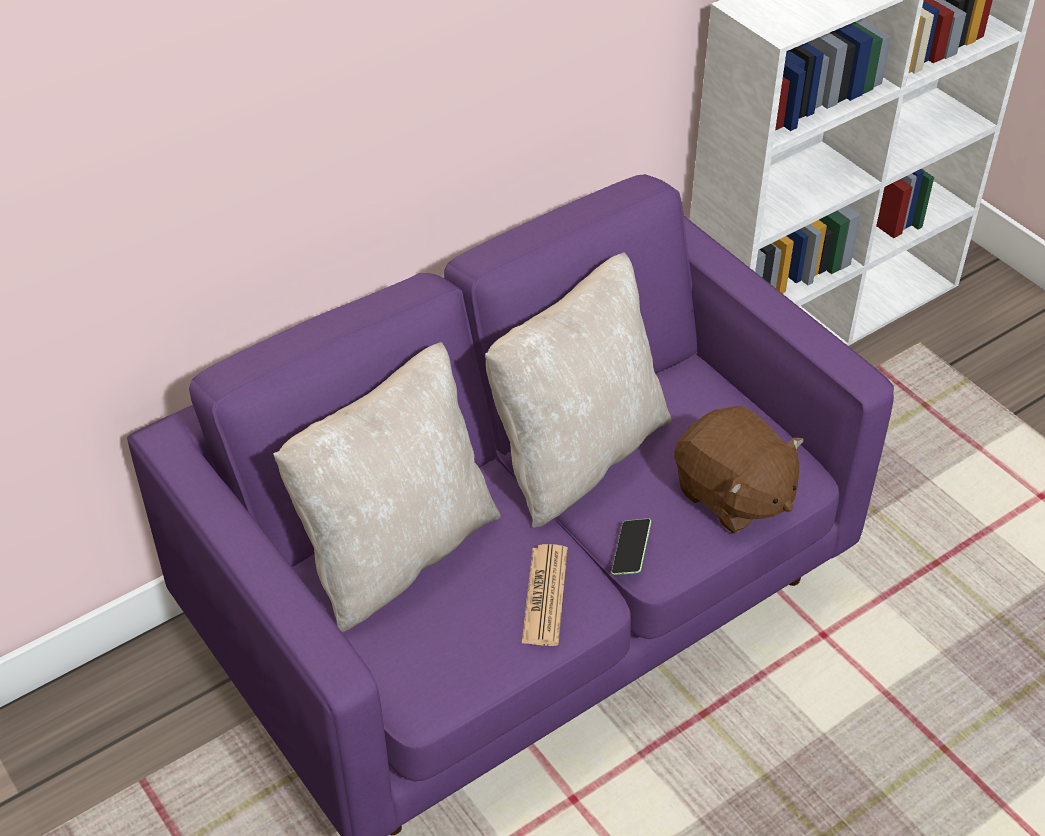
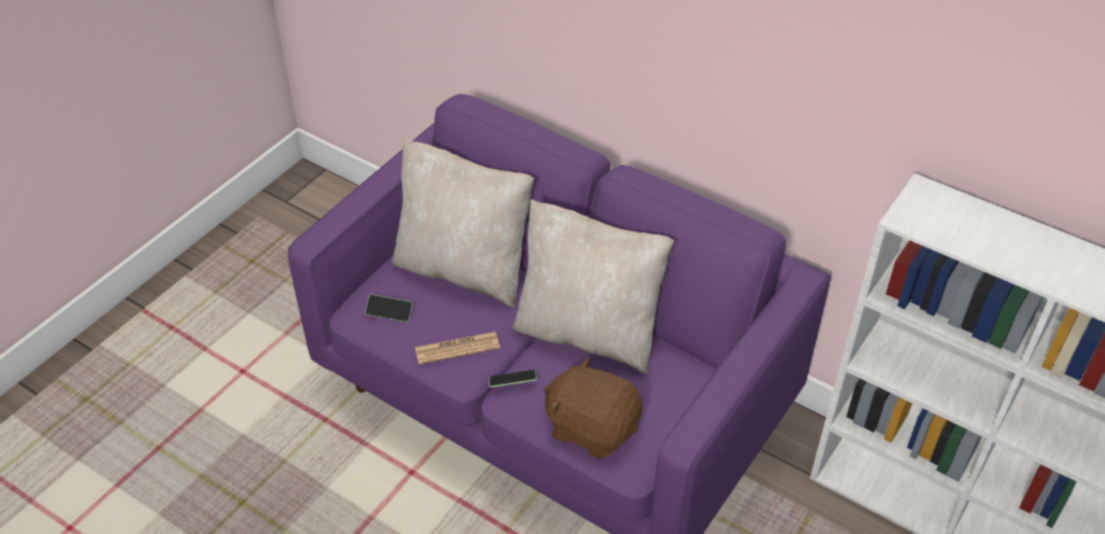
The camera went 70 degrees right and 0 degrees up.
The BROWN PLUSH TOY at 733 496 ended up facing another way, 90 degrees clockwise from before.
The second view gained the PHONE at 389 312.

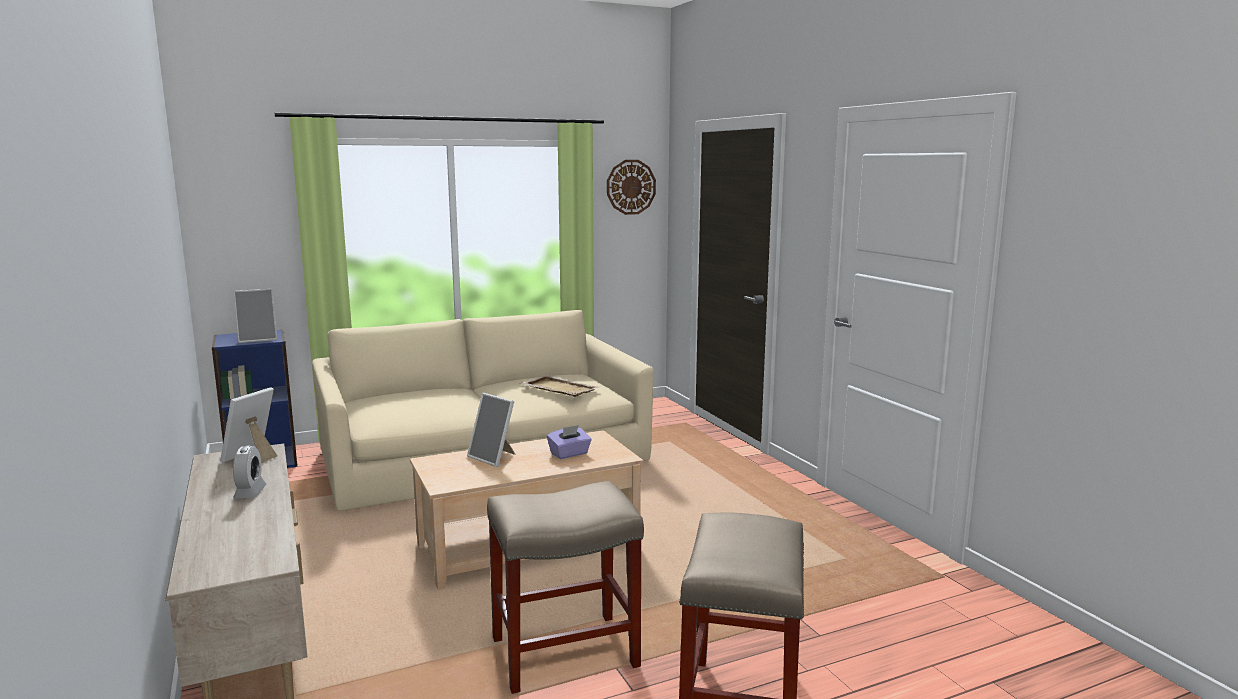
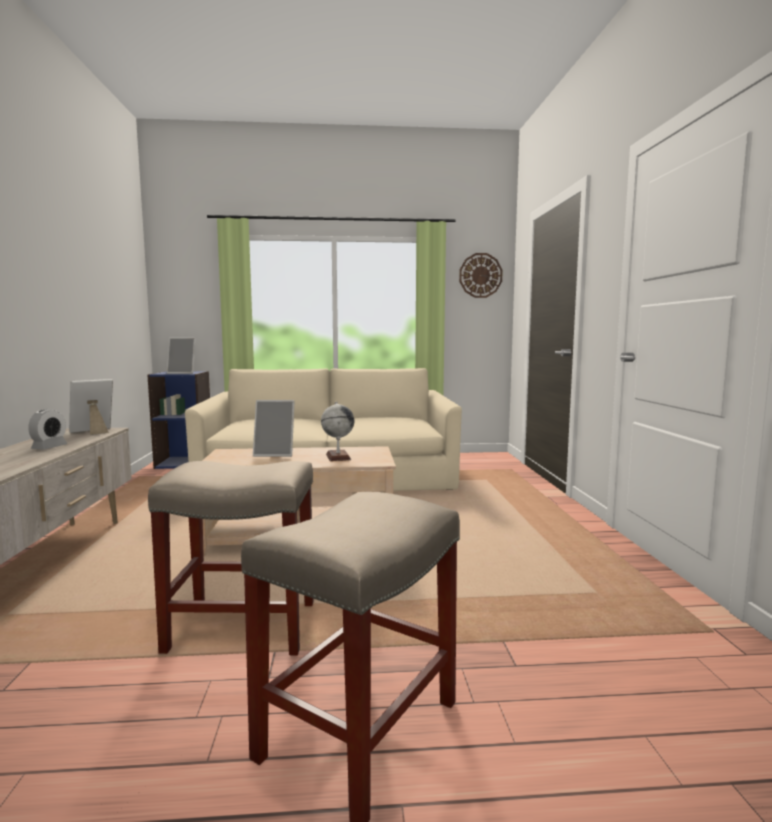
The camera went 20 degrees right and 5 degrees down.
The second view lost the BEIGE TRAY at 559 388.
The PICTURE FRAME at 494 458 ended up facing another way, 60 degrees counterclockwise from before.
Where the PURPLE TISSUE BOX stood at 569 454, the GLOBE came to stand at 338 457.

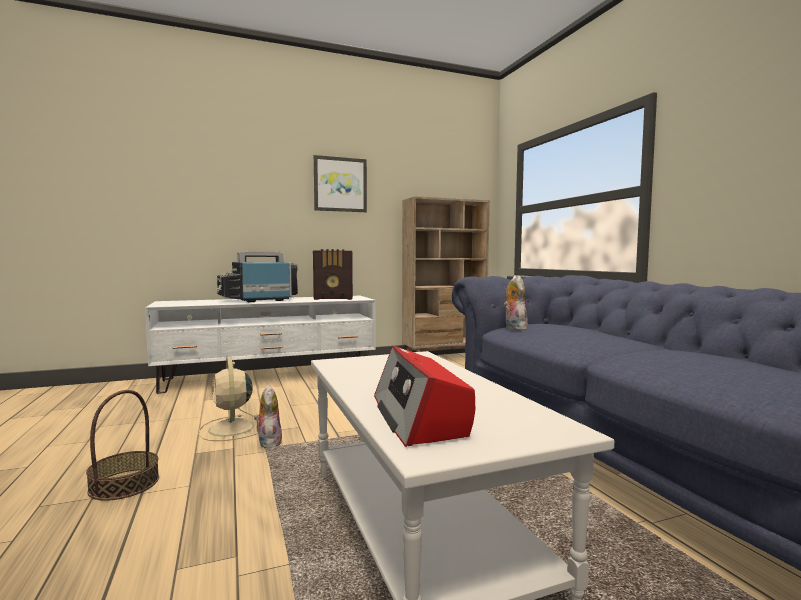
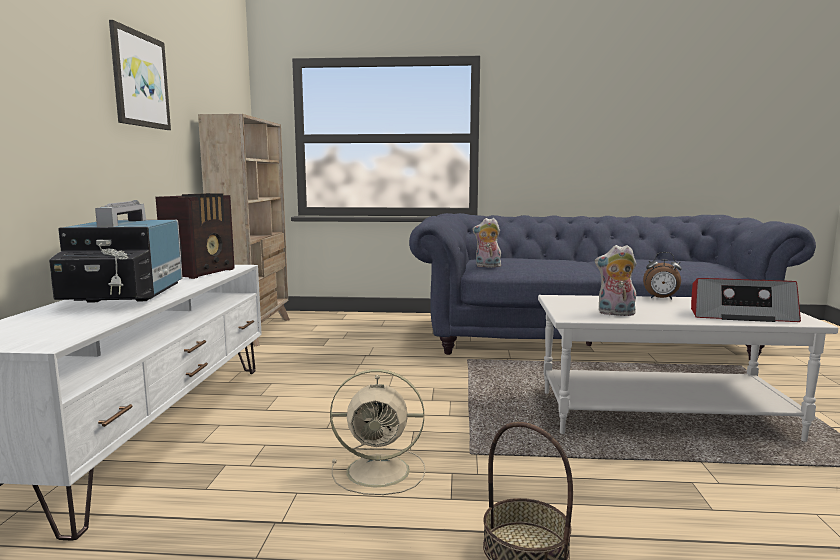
The camera went 65 degrees left and 5 degrees up.
The PLUSH TOY ended up elsewhere, having gone from 268 442 to 615 314.
The second view gained the ALARM CLOCK at 661 298.

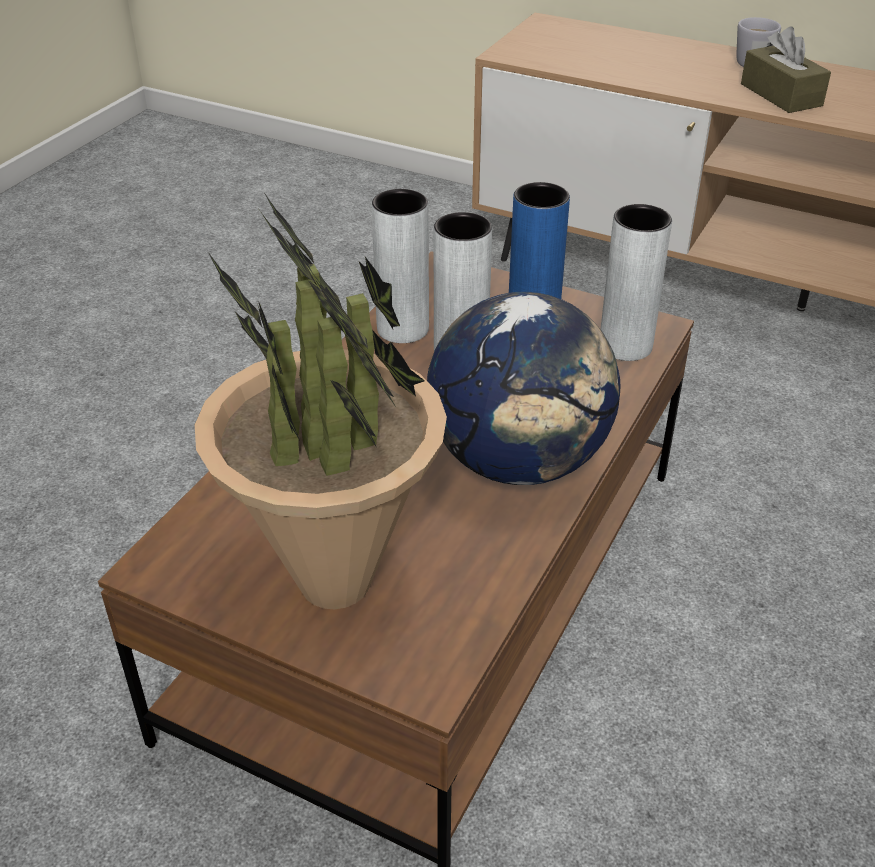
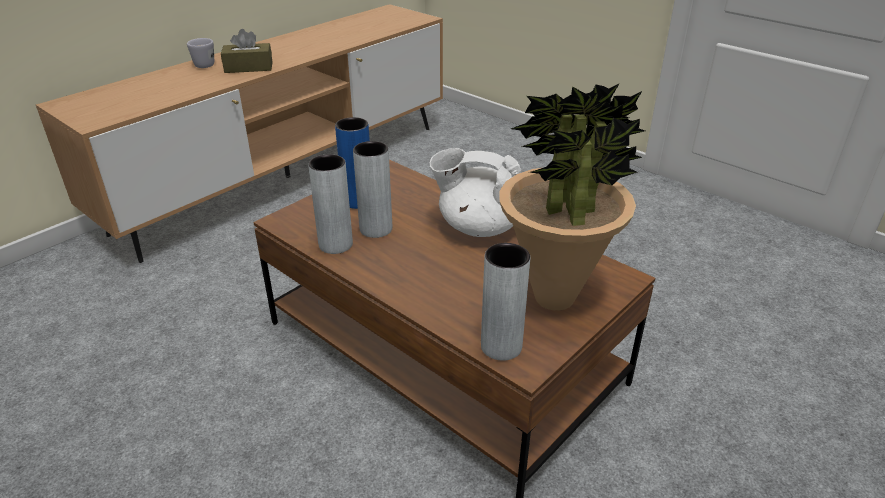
The camera went 75 degrees left and 5 degrees down.
The GREY VASE ended up elsewhere, having gone from 625 346 to 501 346.
Where the GLOBE stood at 519 461, the WHITE TEAPOT came to stand at 478 227.

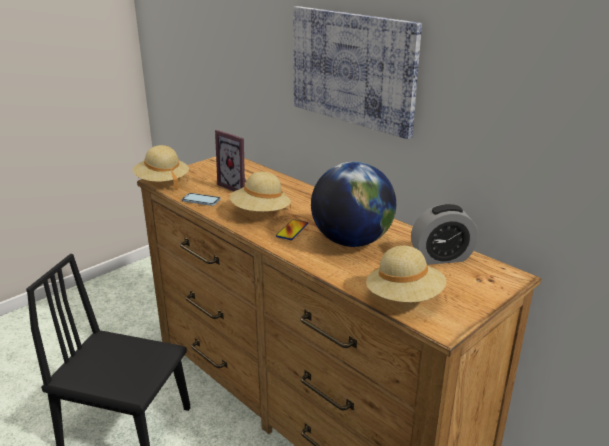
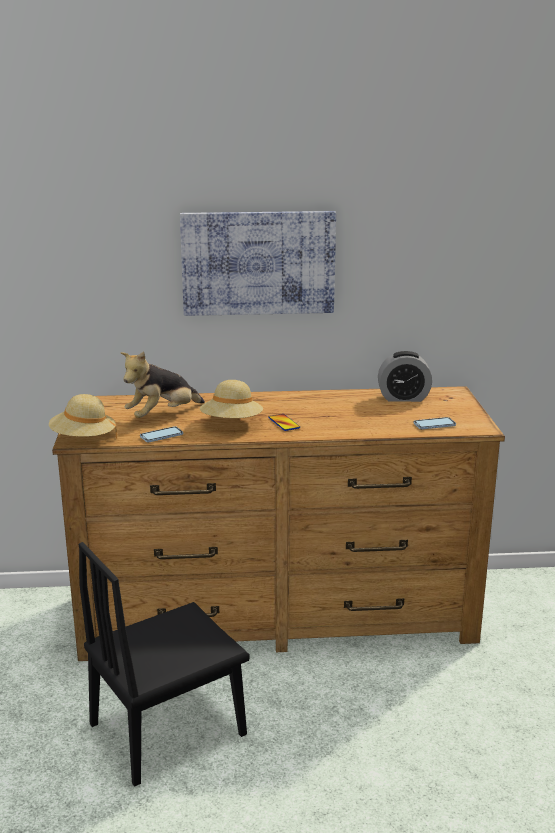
The camera went 50 degrees left and 5 degrees down.
Where the PICTURE FRAME stood at 238 186, the PLUSH TOY came to stand at 162 415.
The second view lost the GLOBE at 351 241.
The ALARM CLOCK at 441 257 ended up facing another way, 60 degrees clockwise from before.
Where the BEIGE HAT stood at 404 297, the PHONE came to stand at 434 425.

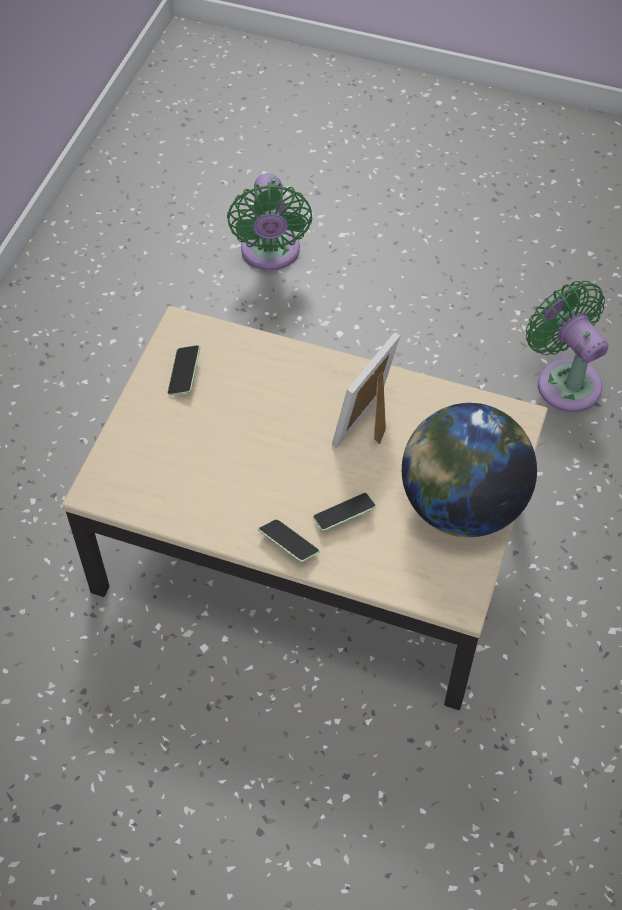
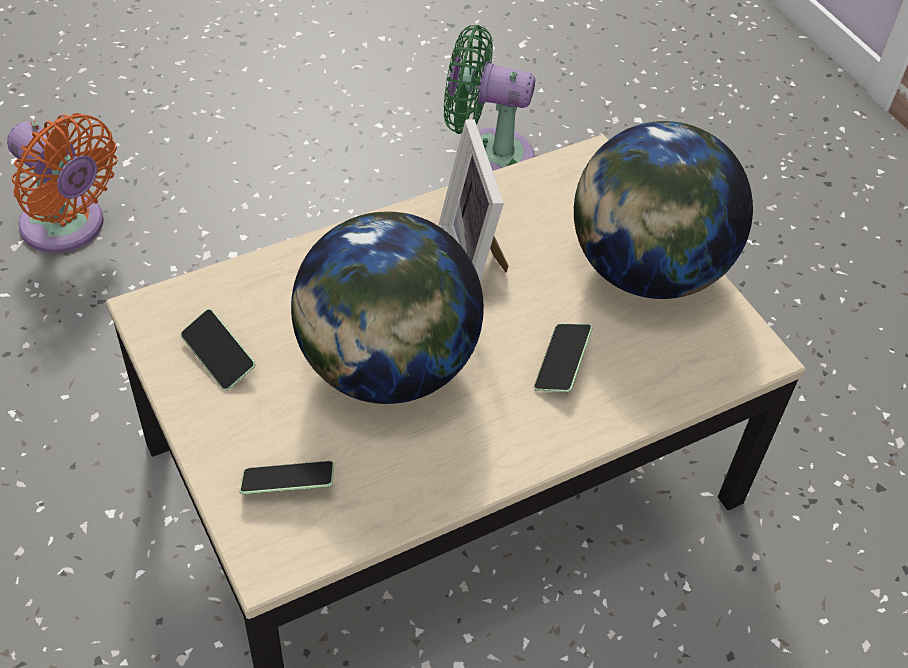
The camera went 50 degrees left and 5 degrees down.
What was the GREEN FAN at 270 254 turned into the ORANGE FAN at 68 228.
The PHONE ended up elsewhere, having gone from 288 545 to 288 485.
The second view gained the GLOBE at 386 367.

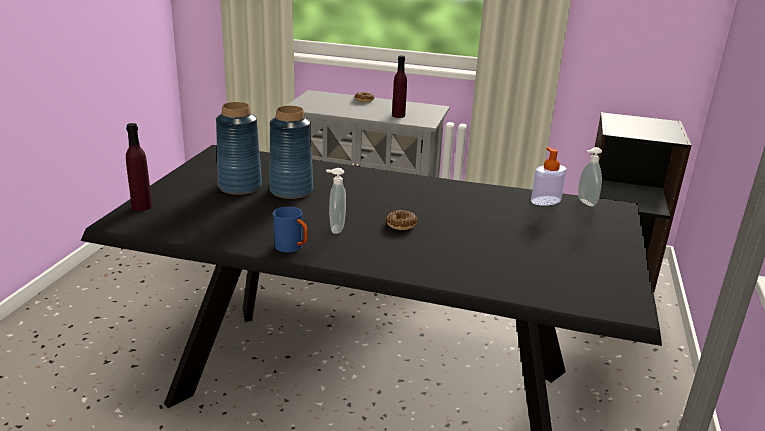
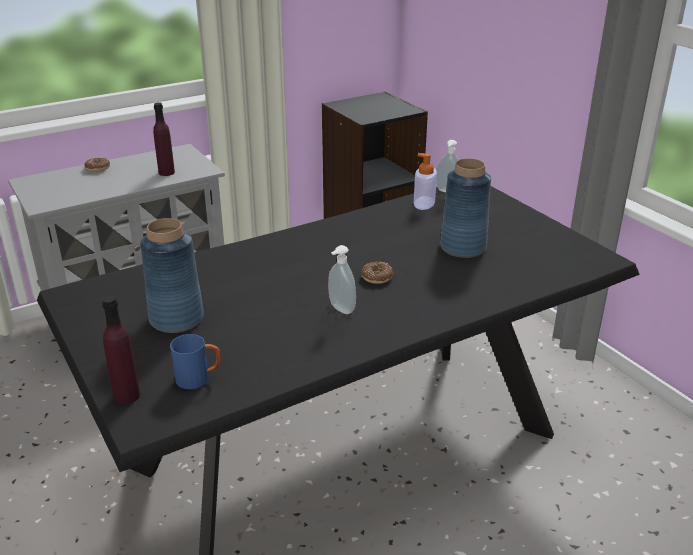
The camera went 45 degrees left and 5 degrees up.
The BLUE VASE ended up elsewhere, having gone from 291 190 to 462 247.
The BLUE MUG ended up elsewhere, having gone from 292 248 to 199 379.

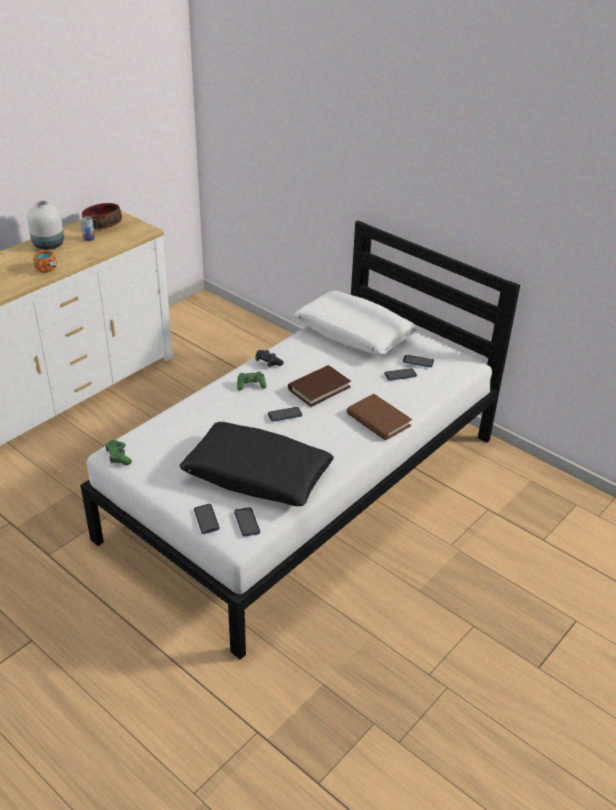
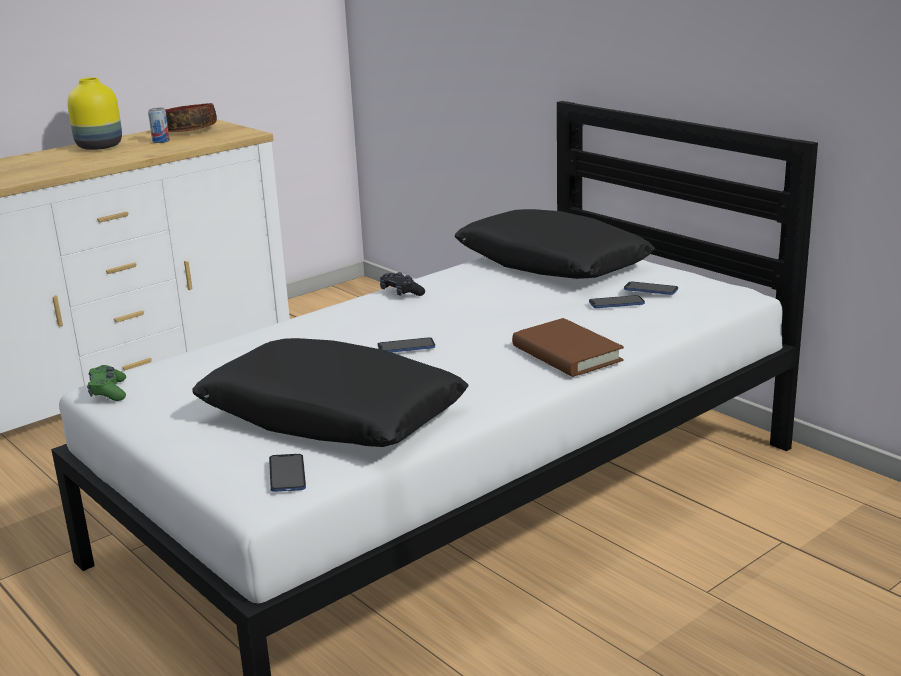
The camera went 10 degrees right and 15 degrees down.
What was the WHITE VASE at 49 245 turned into the YELLOW VASE at 101 147.
The second view lost the ORANGE MUG at 45 270.
What was the WHITE PILLOW at 354 333 turned into the BLACK PILLOW at 551 264.
The second view lost the BROWN BOOK at 319 388.
The second view lost the GREEN GAME CONTROLLER at 251 385.
The second view lost the PHONE at 206 519.

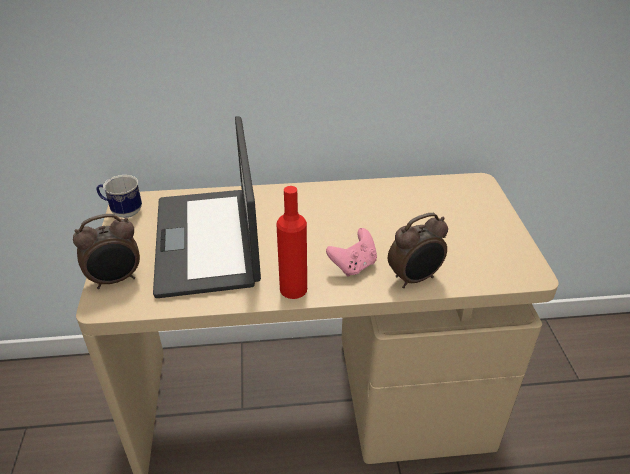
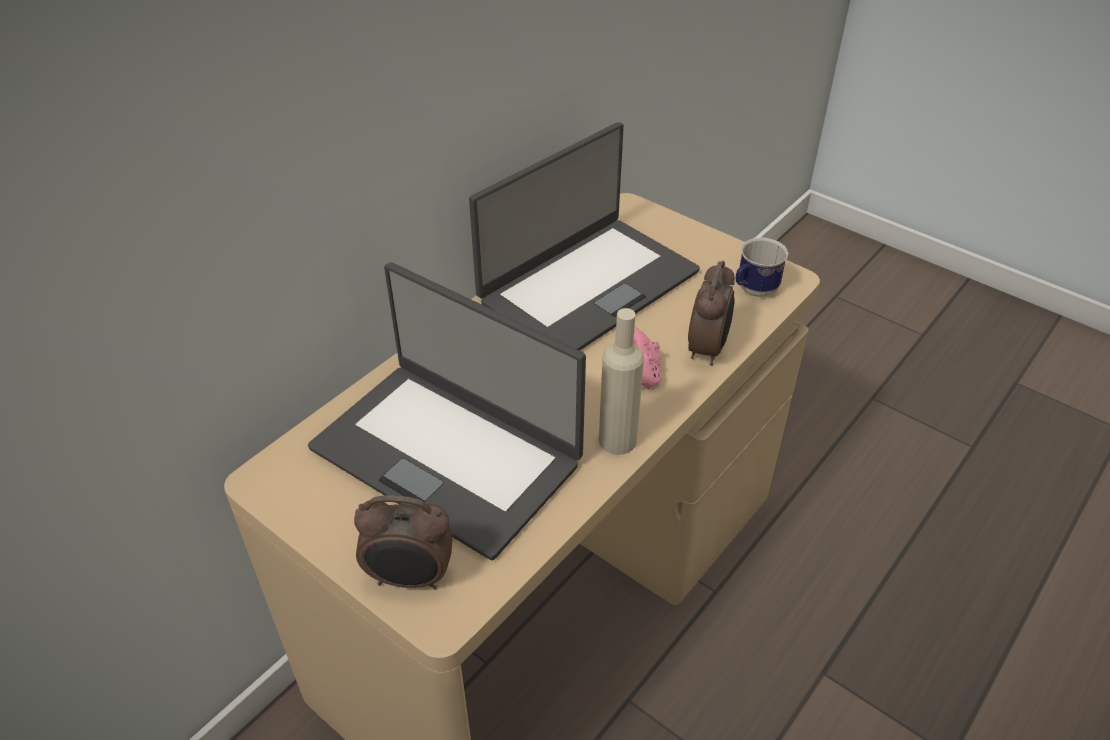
The camera went 45 degrees left and 5 degrees up.
The MUG ended up elsewhere, having gone from 122 212 to 752 291.
What was the RED BOTTLE at 293 289 turned into the BEIGE BOTTLE at 617 440.
The ALARM CLOCK at 116 280 ended up facing another way, 75 degrees clockwise from before.
The second view gained the LAPTOP at 587 286.

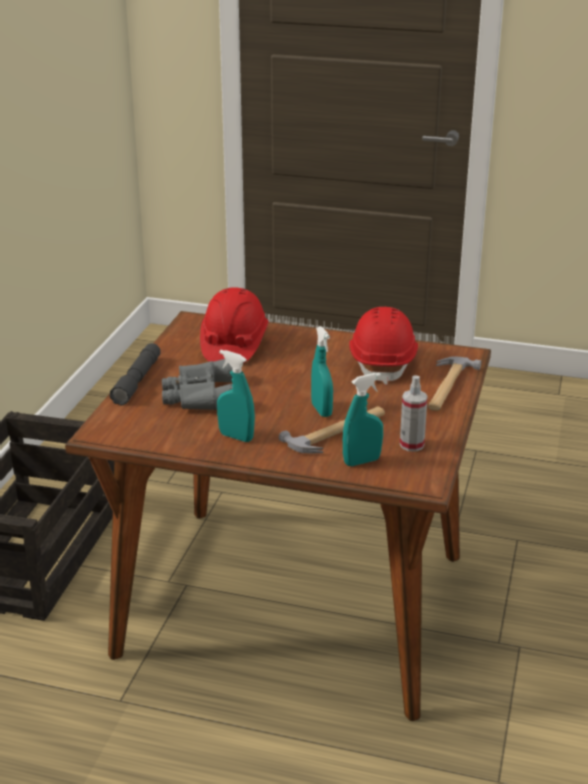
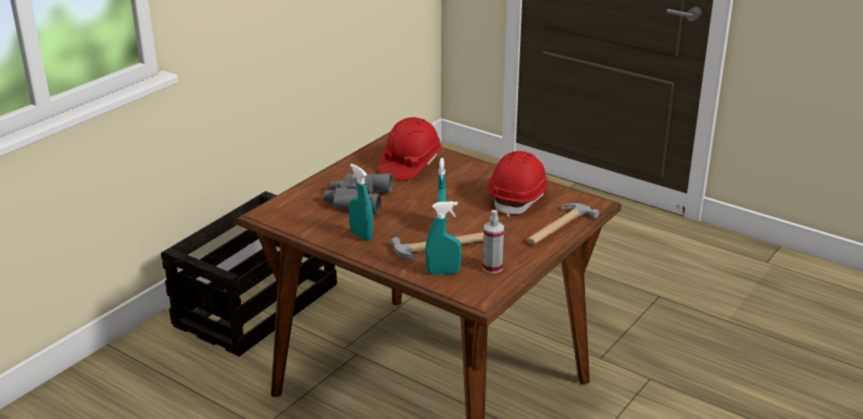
The camera went 20 degrees right and 0 degrees up.
The second view lost the GREY FLASHLIGHT at 137 381.

